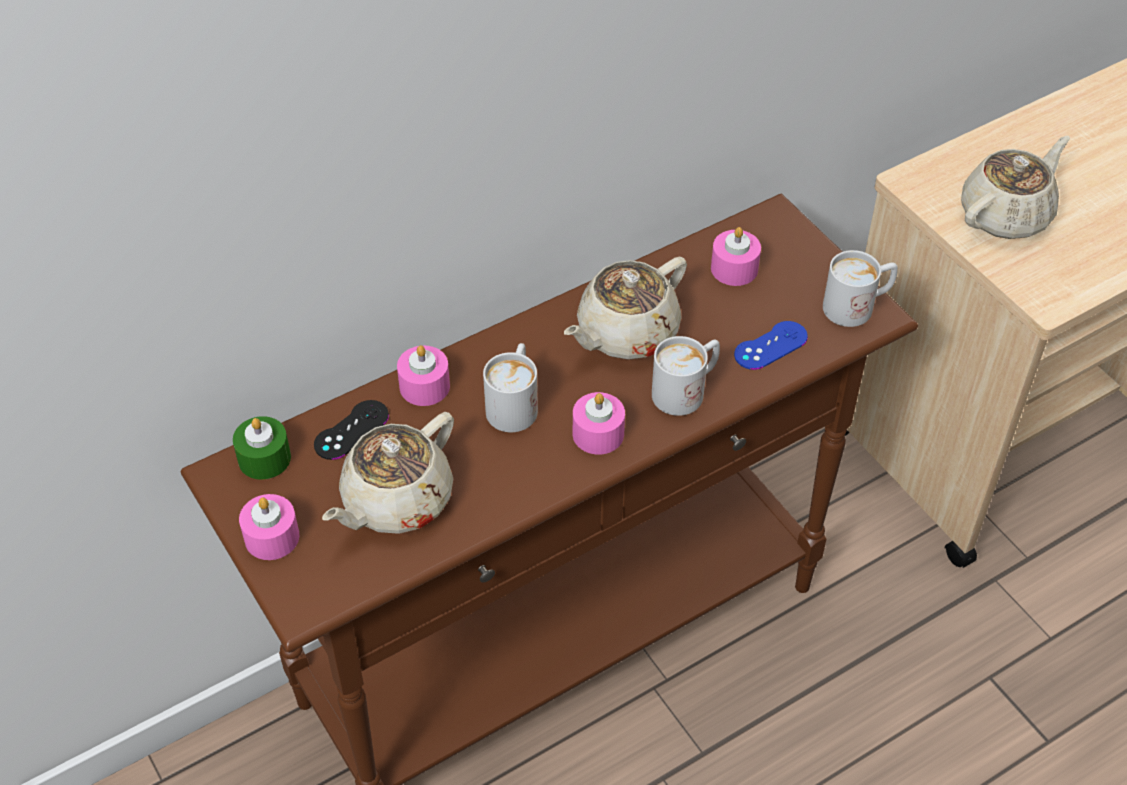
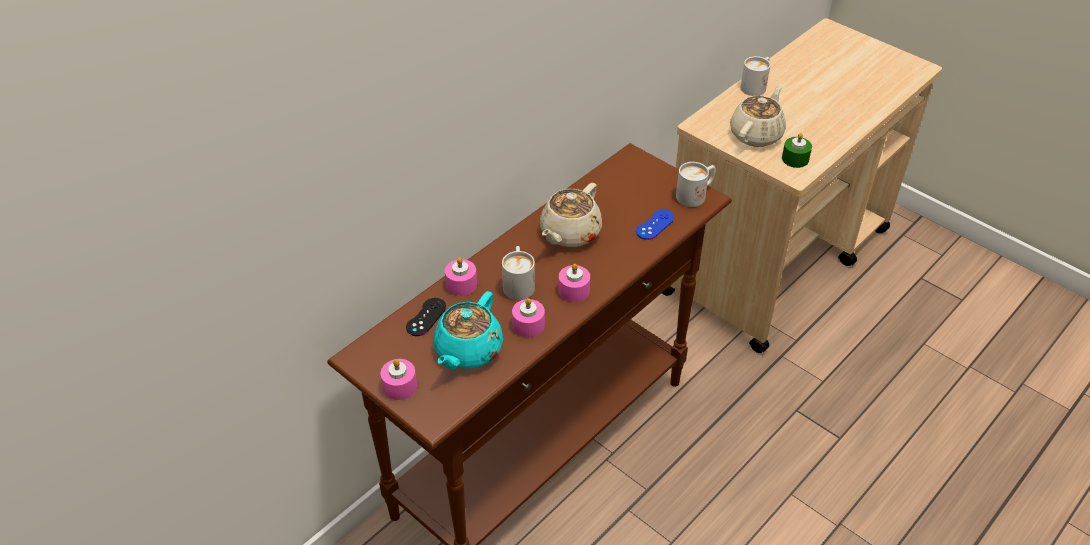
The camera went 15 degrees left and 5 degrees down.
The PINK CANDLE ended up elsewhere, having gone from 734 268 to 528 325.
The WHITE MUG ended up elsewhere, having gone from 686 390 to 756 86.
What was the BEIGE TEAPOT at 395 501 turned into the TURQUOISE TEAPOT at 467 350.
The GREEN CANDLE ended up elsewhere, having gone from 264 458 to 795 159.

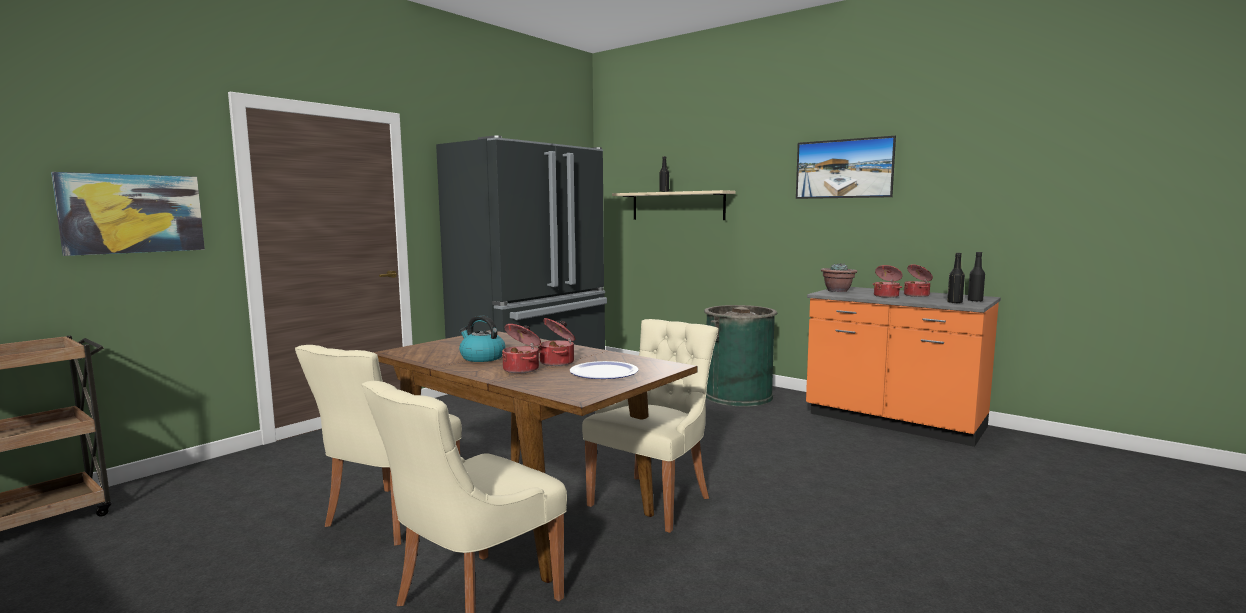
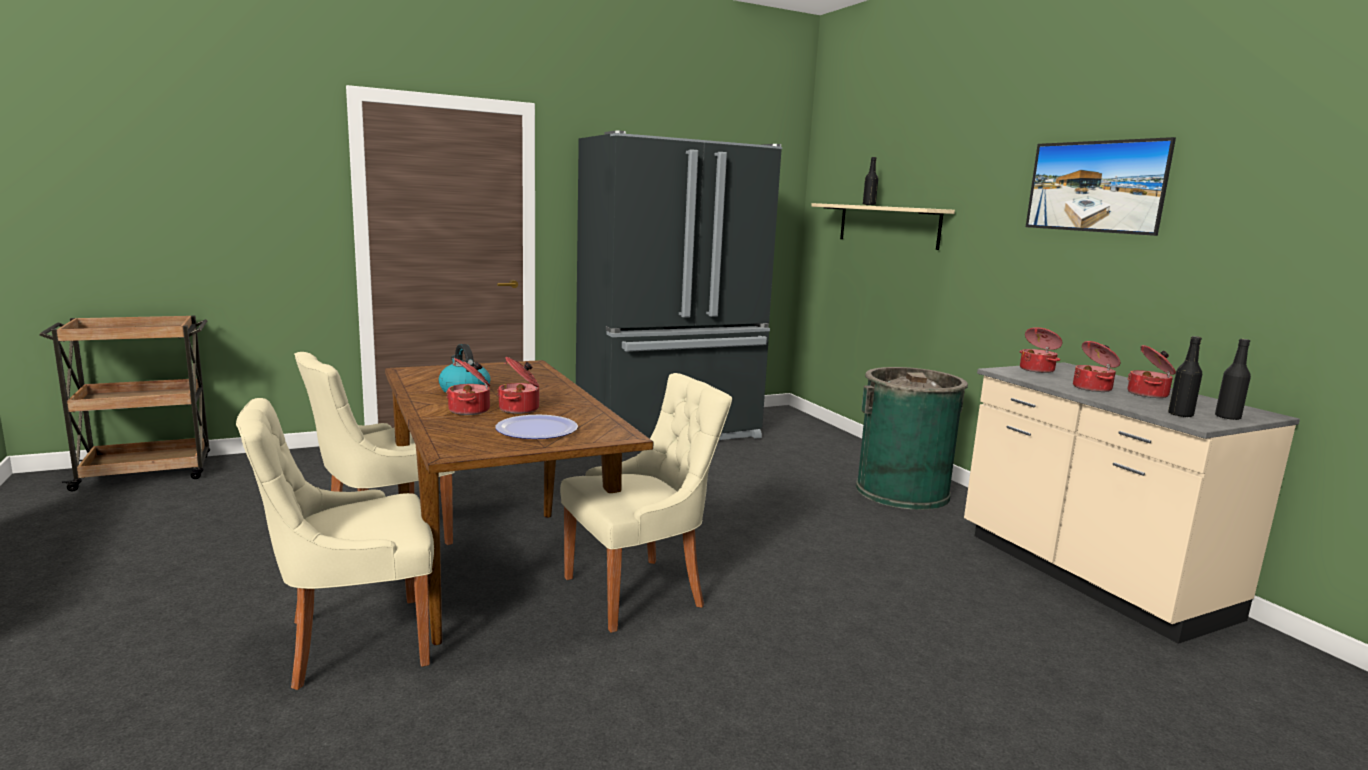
The camera went 25 degrees right and 5 degrees up.
The second view lost the PICTURE at 132 213.
Where the POTTED PLANT stood at 837 291, the COOKING POT came to stand at 1037 370.
What was the ORANGE COUNTER at 893 422 turned into the BEIGE COUNTER at 1088 576.

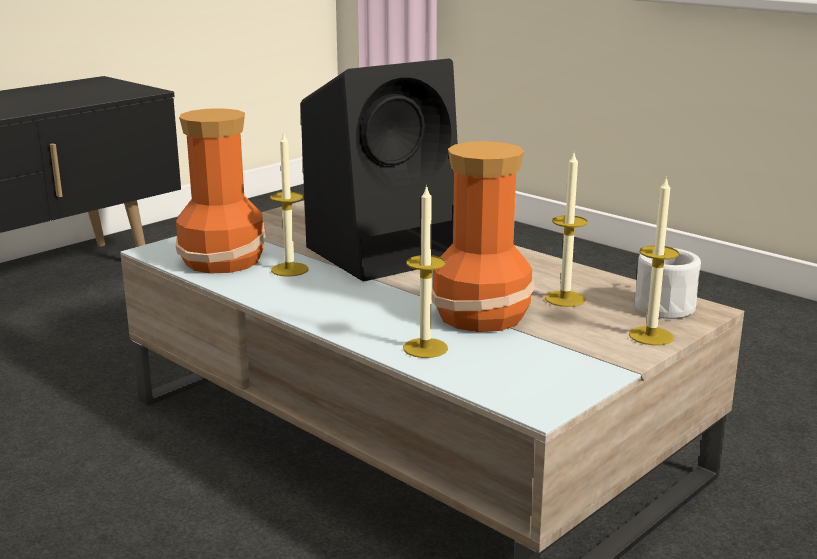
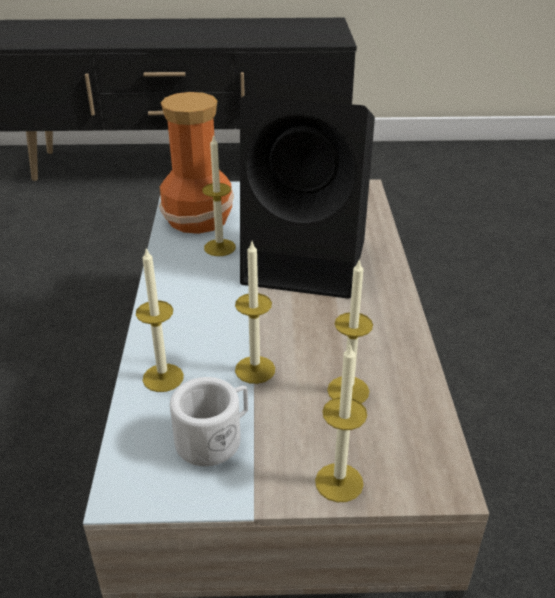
The camera went 45 degrees right and 15 degrees up.
Where the VASE stood at 482 316, the CANDLE came to stand at 255 369.
The WHITE MUG ended up elsewhere, having gone from 663 305 to 214 438.

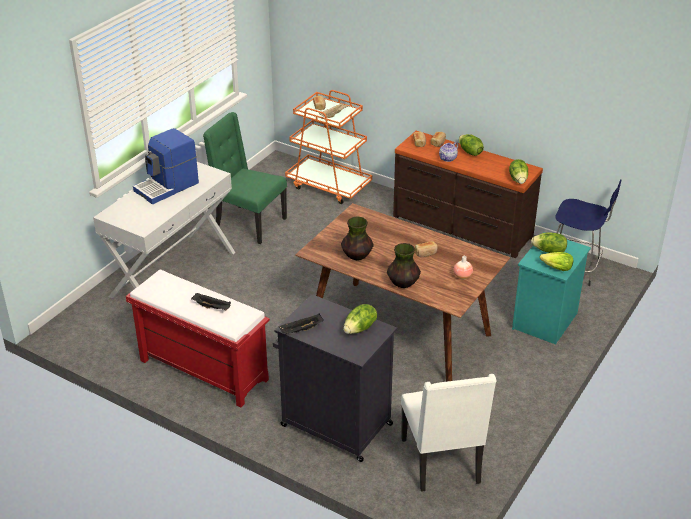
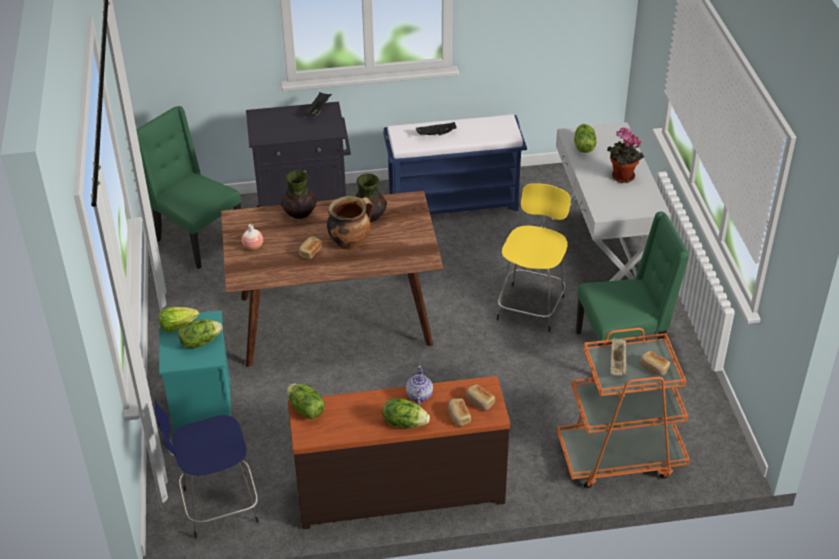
The camera went 140 degrees right and 5 degrees up.
Where the COFFEE MACHINE stood at 167 187, the POTTED PLANT came to stand at 621 177.
What was the RED BENCH at 202 370 turned into the BLUE BENCH at 454 202.
The LETTUCE ended up elsewhere, having gone from 360 328 to 583 147.
What was the WHITE CHAIR at 442 462 turned into the GREEN CHAIR at 197 239.
The second view gained the YELLOW STOOL at 531 306.
The second view gained the COOKING POT at 350 242.

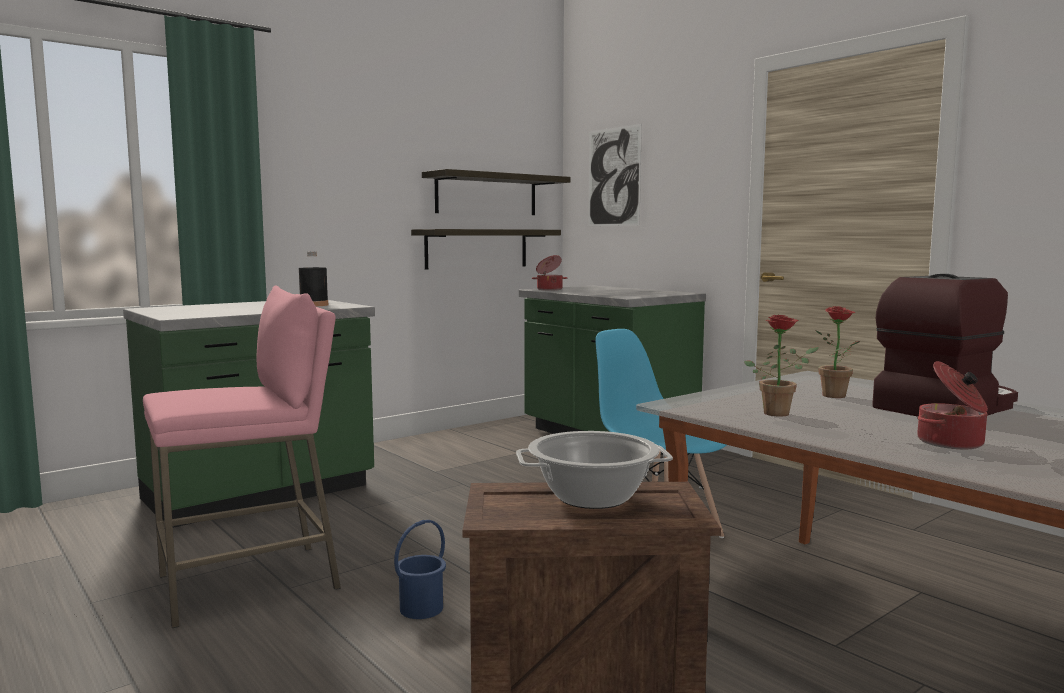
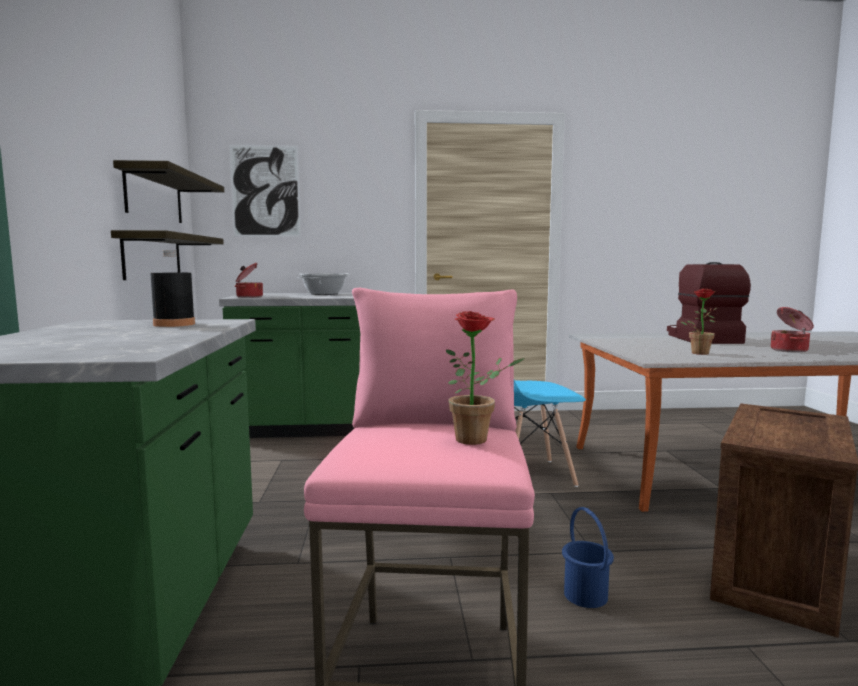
The camera went 55 degrees left and 0 degrees up.
The POTTED PLANT ended up elsewhere, having gone from 838 396 to 478 440.
The COOKING POT ended up elsewhere, having gone from 592 497 to 324 294.

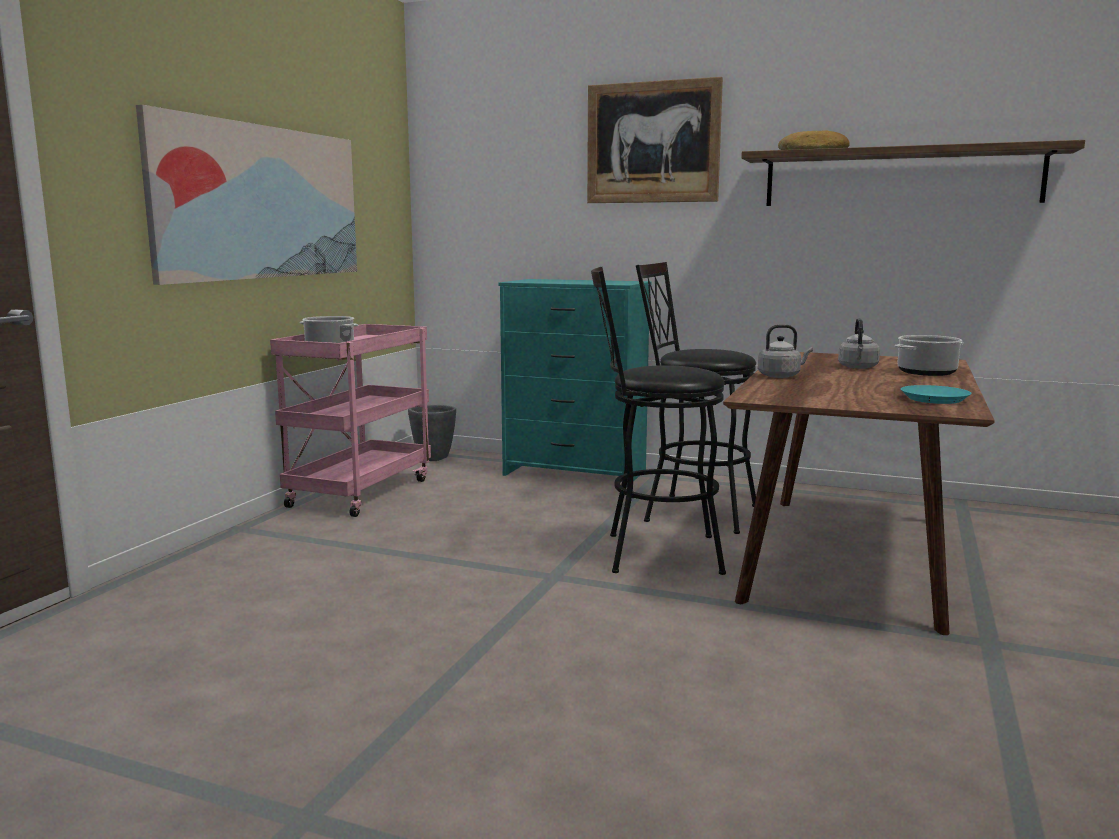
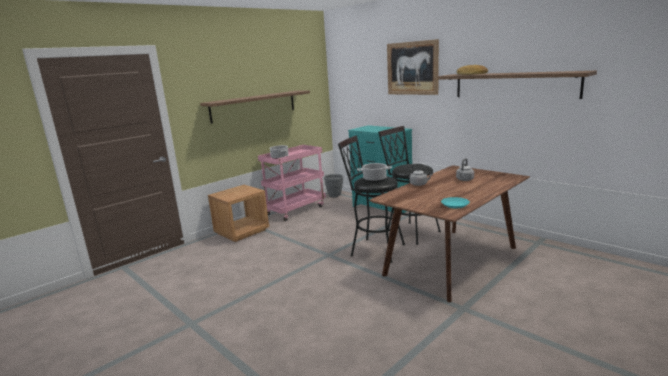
The camera went 25 degrees right and 5 degrees up.
Where the PICTURE hung at 262 202, the SHELF came to hang at 254 106.
The COOKING POT ended up elsewhere, having gone from 926 372 to 374 179.
The second view gained the BROWN NIGHTSTAND at 242 232.

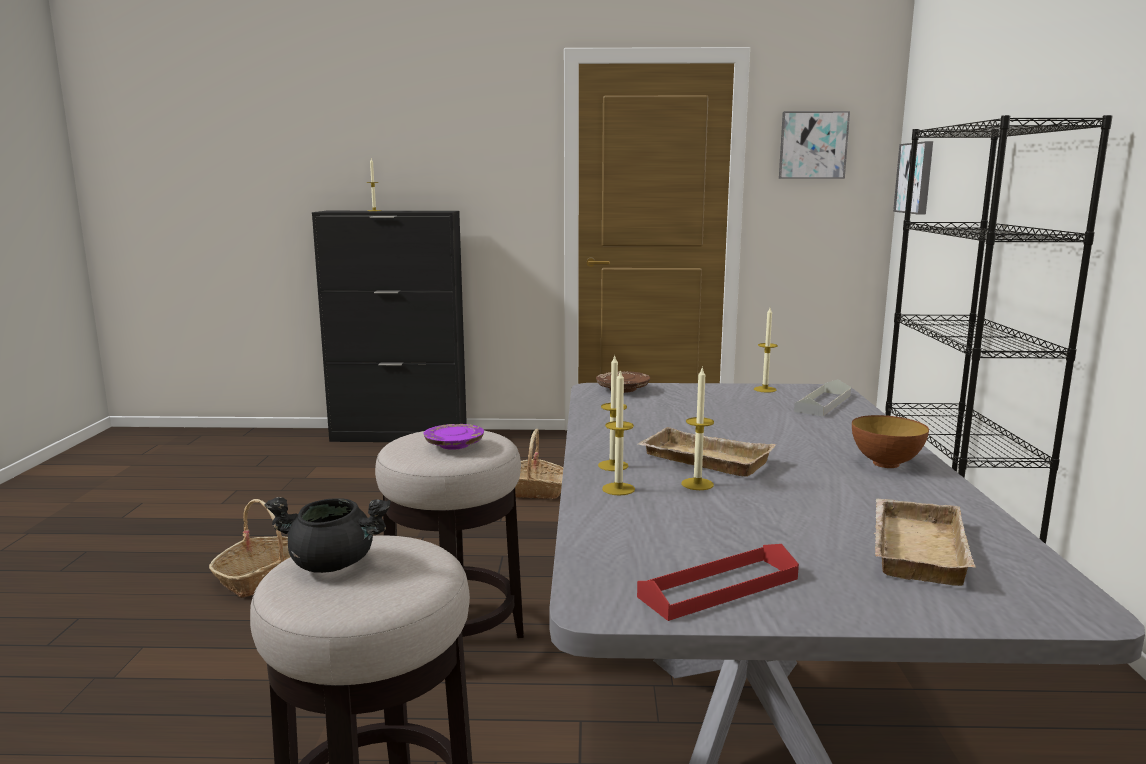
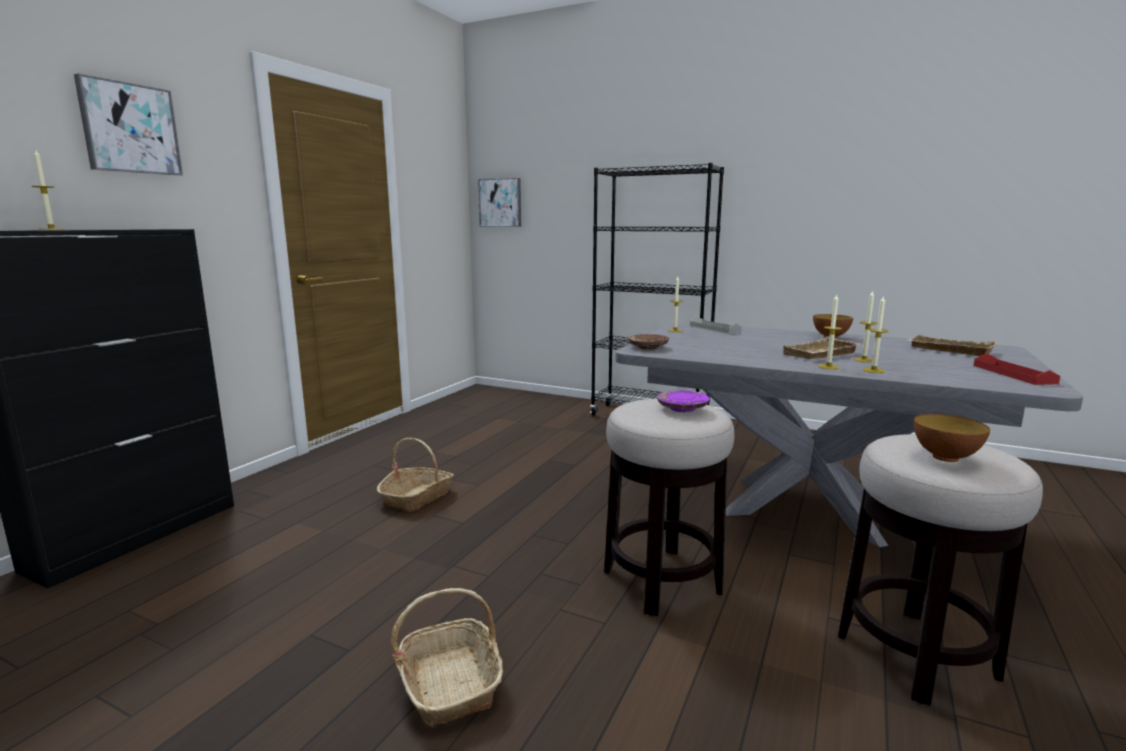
The camera went 65 degrees left and 0 degrees up.
The PICTURE ended up elsewhere, having gone from 812 145 to 129 128.
Where the BLACK COOKING POT stood at 333 563, the BOWL came to stand at 945 457.

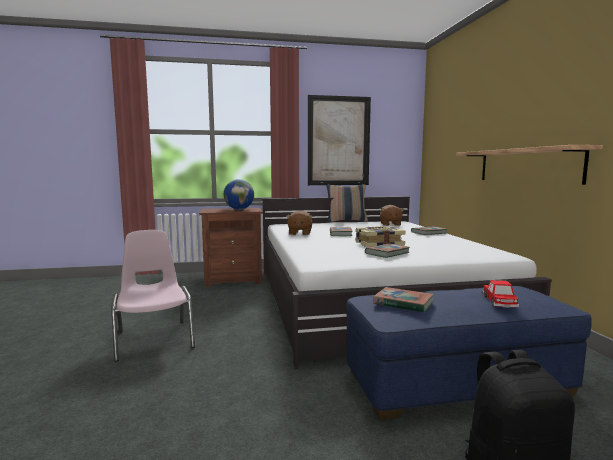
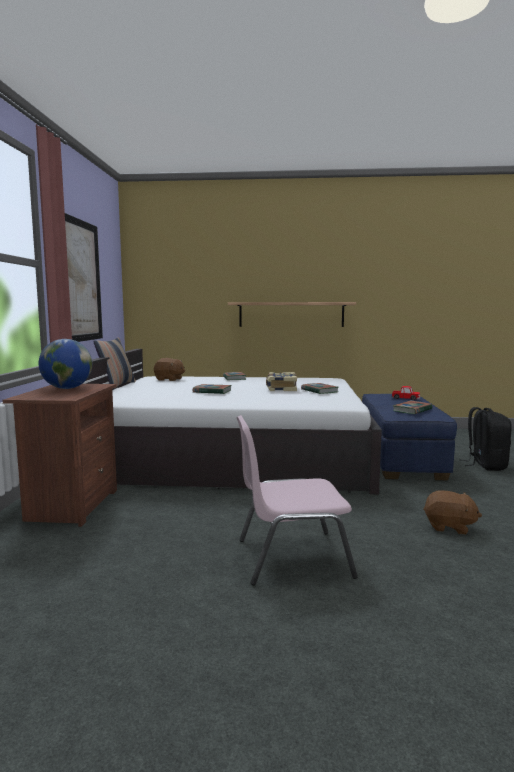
The camera went 75 degrees left and 0 degrees up.
The BROWN PLUSH TOY ended up elsewhere, having gone from 299 233 to 449 527.

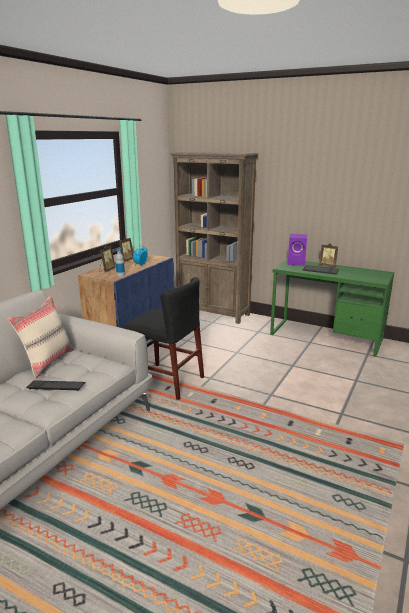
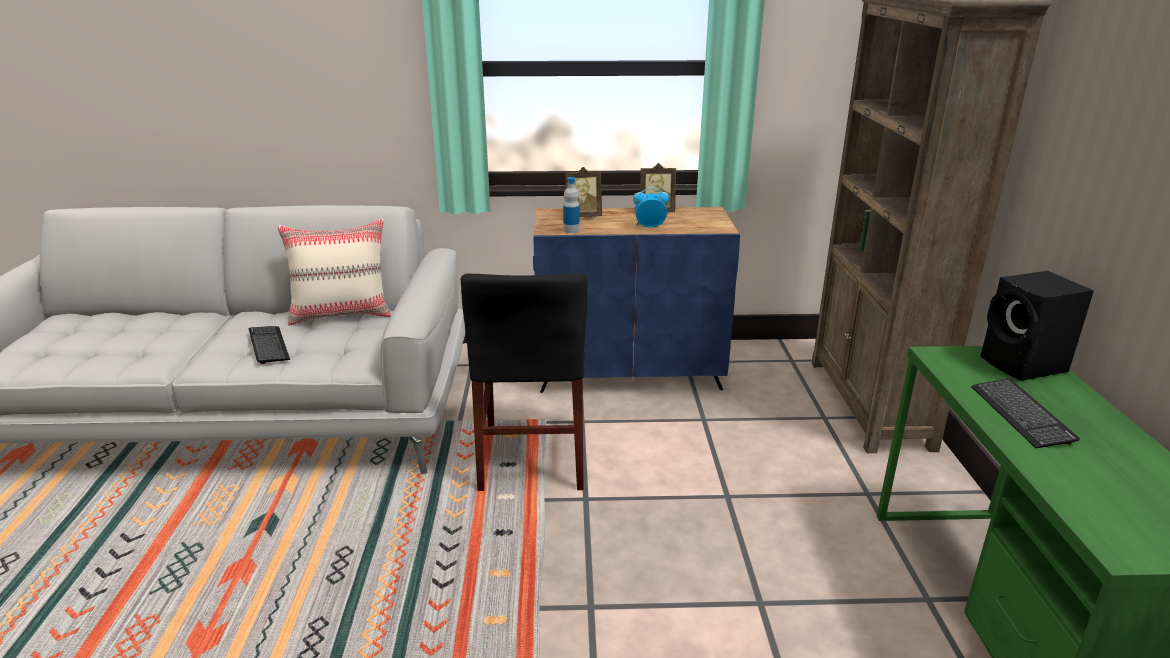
The camera went 60 degrees right and 5 degrees up.
What was the PURPLE SPEAKER at 297 263 turned into the BLACK SPEAKER at 1024 366.
The second view lost the PICTURE FRAME at 328 266.

